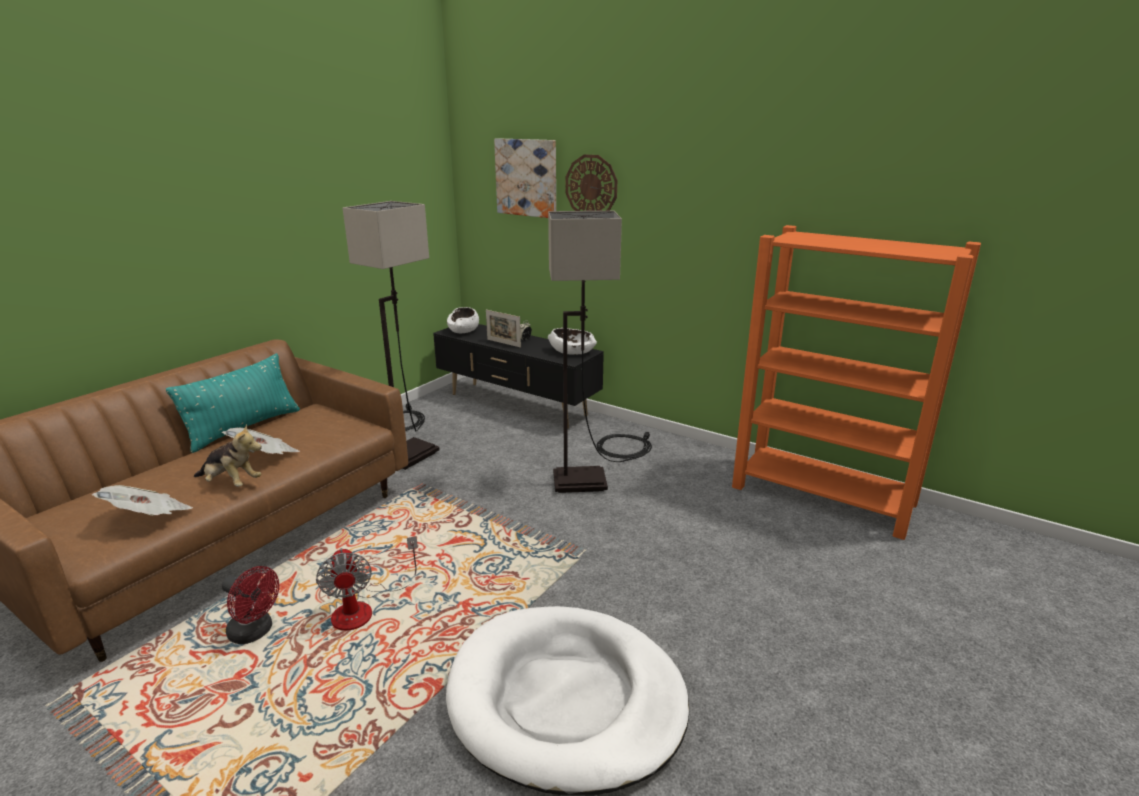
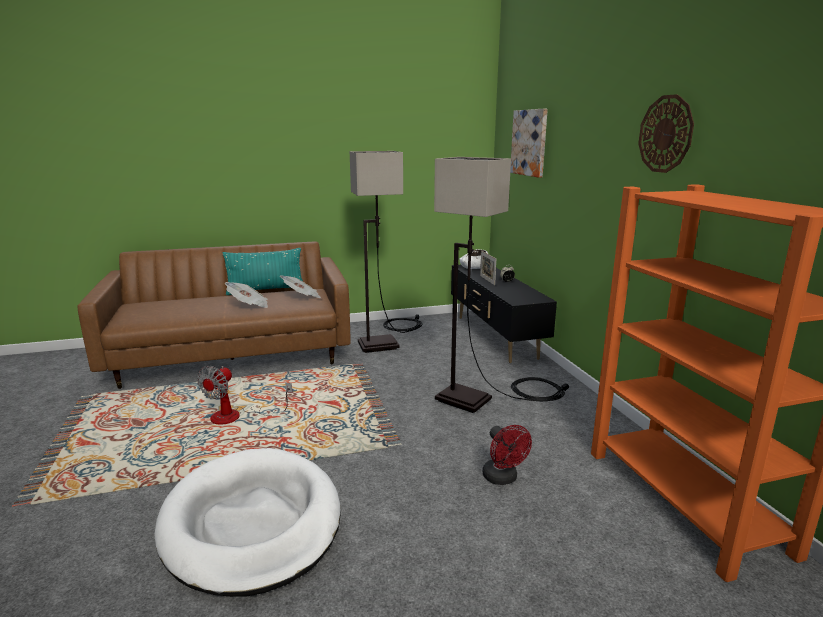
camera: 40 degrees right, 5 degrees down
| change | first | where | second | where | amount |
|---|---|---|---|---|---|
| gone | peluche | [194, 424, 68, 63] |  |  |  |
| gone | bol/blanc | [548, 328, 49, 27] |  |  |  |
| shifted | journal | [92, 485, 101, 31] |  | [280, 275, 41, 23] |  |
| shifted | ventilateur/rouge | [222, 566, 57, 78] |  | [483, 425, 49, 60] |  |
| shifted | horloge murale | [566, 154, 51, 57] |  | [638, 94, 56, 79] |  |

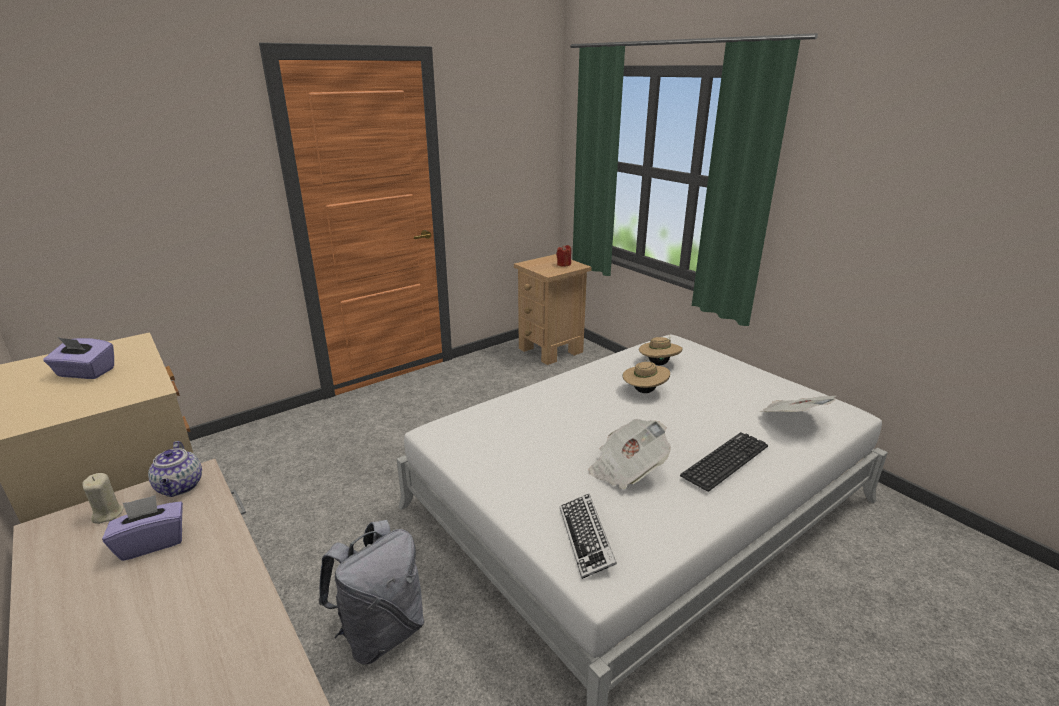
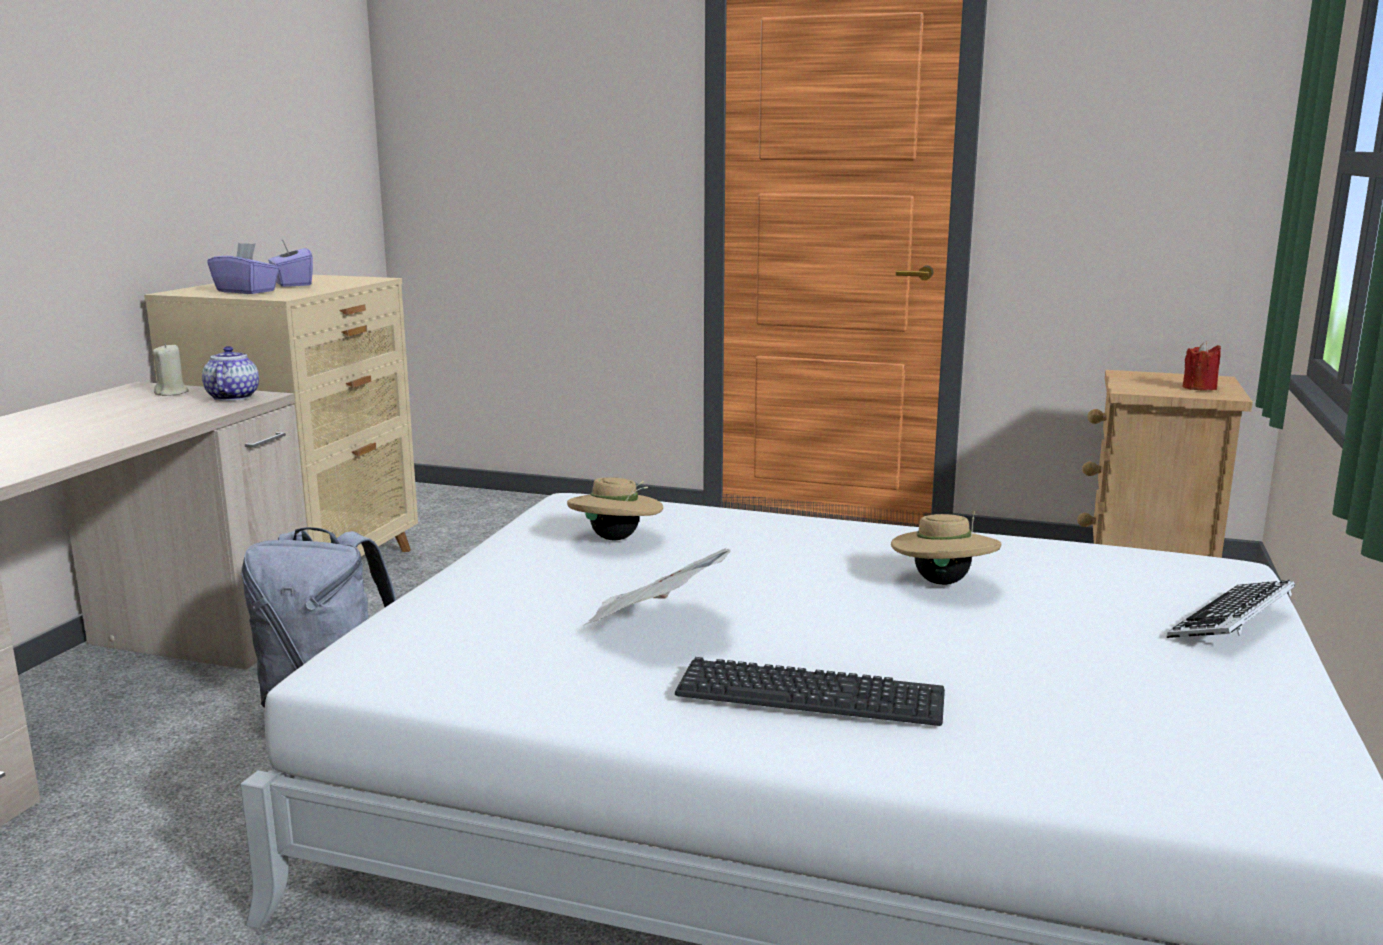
camera: 55 degrees right, 10 degrees down
| change | first | where | second | where | amount |
|---|---|---|---|---|---|
| gone | journal | [759, 396, 77, 16] |  |  |  |
| shifted | boîte à mouchoirs/violet | [102, 495, 81, 66] |  | [207, 243, 73, 51] |  |
| shifted | clavier | [560, 494, 57, 85] |  | [1167, 580, 128, 58] |  |
| shifted | chapeau/beige | [639, 335, 44, 30] |  | [567, 477, 96, 63] |  |
| rotated | théière | [148, 441, 54, 56] |  | [202, 346, 57, 55] | 135 degrees clockwise |

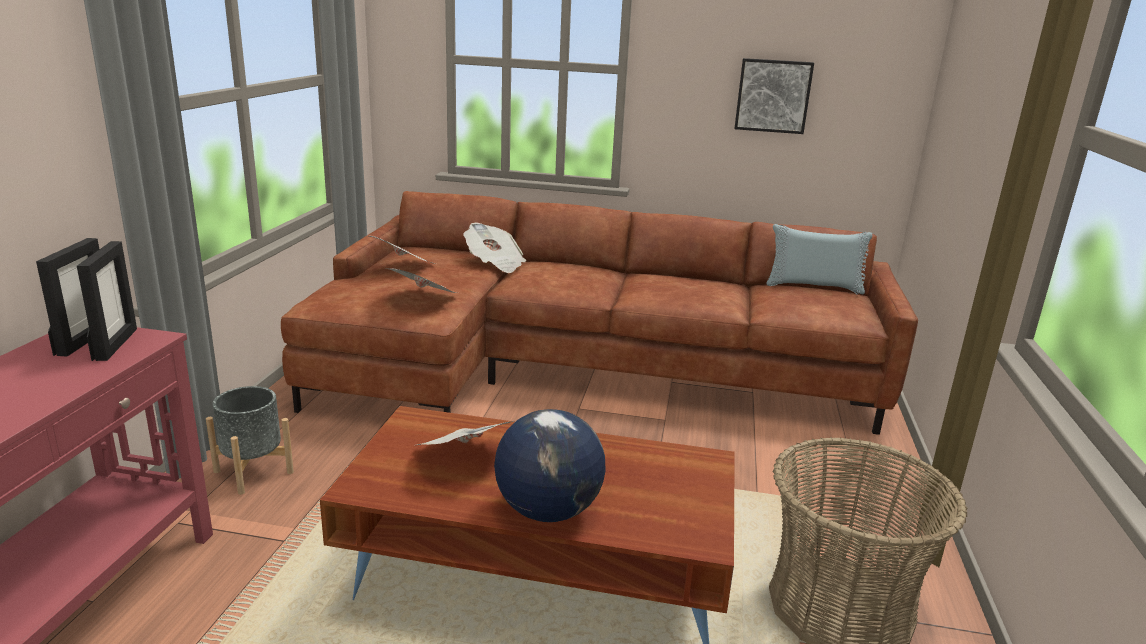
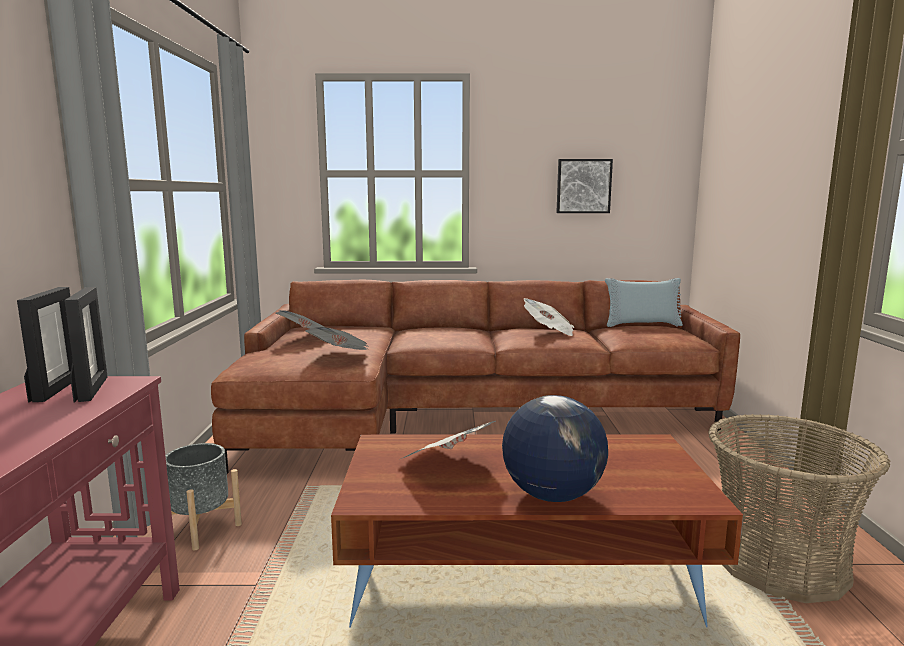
camera: 10 degrees left, 10 degrees down
| change | first | where | second | where | amount |
|---|---|---|---|---|---|
| shifted | journal | [463, 223, 63, 50] |  | [524, 298, 50, 38] |  |

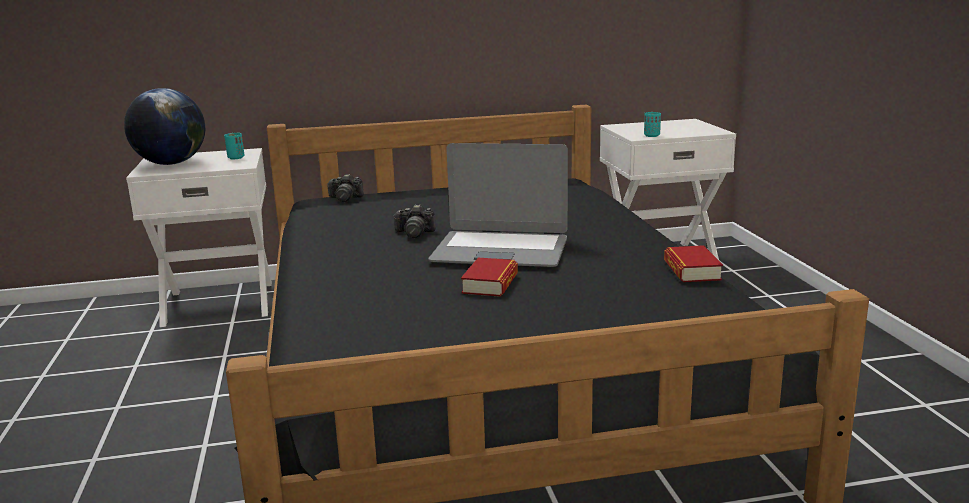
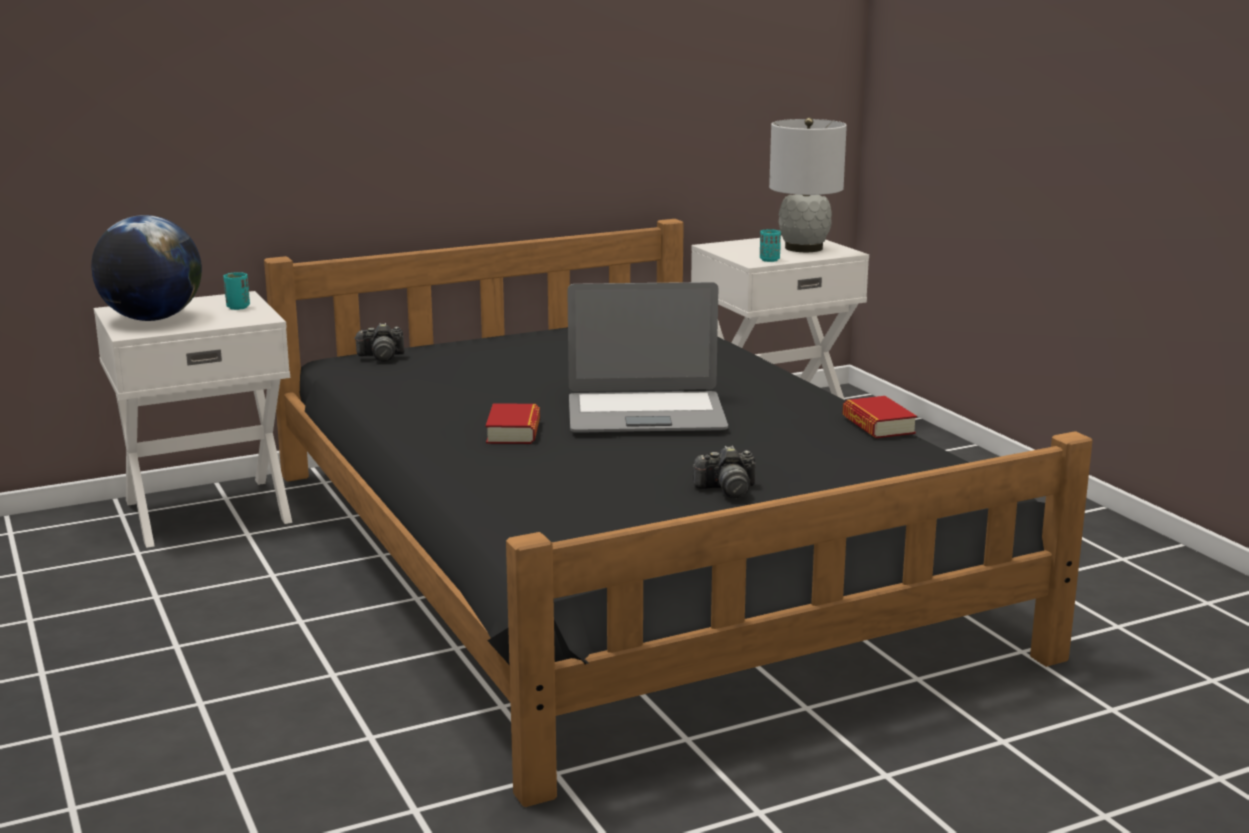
camera: 15 degrees left, 0 degrees up
| change | first | where | second | where | amount |
|---|---|---|---|---|---|
| new |  |  | lampe de table/blanc | [769, 117, 78, 135] |  |
| shifted | appareil photo | [393, 204, 43, 34] |  | [692, 446, 64, 52] |  |
| shifted | livre | [461, 258, 57, 39] |  | [486, 403, 54, 41] |  |

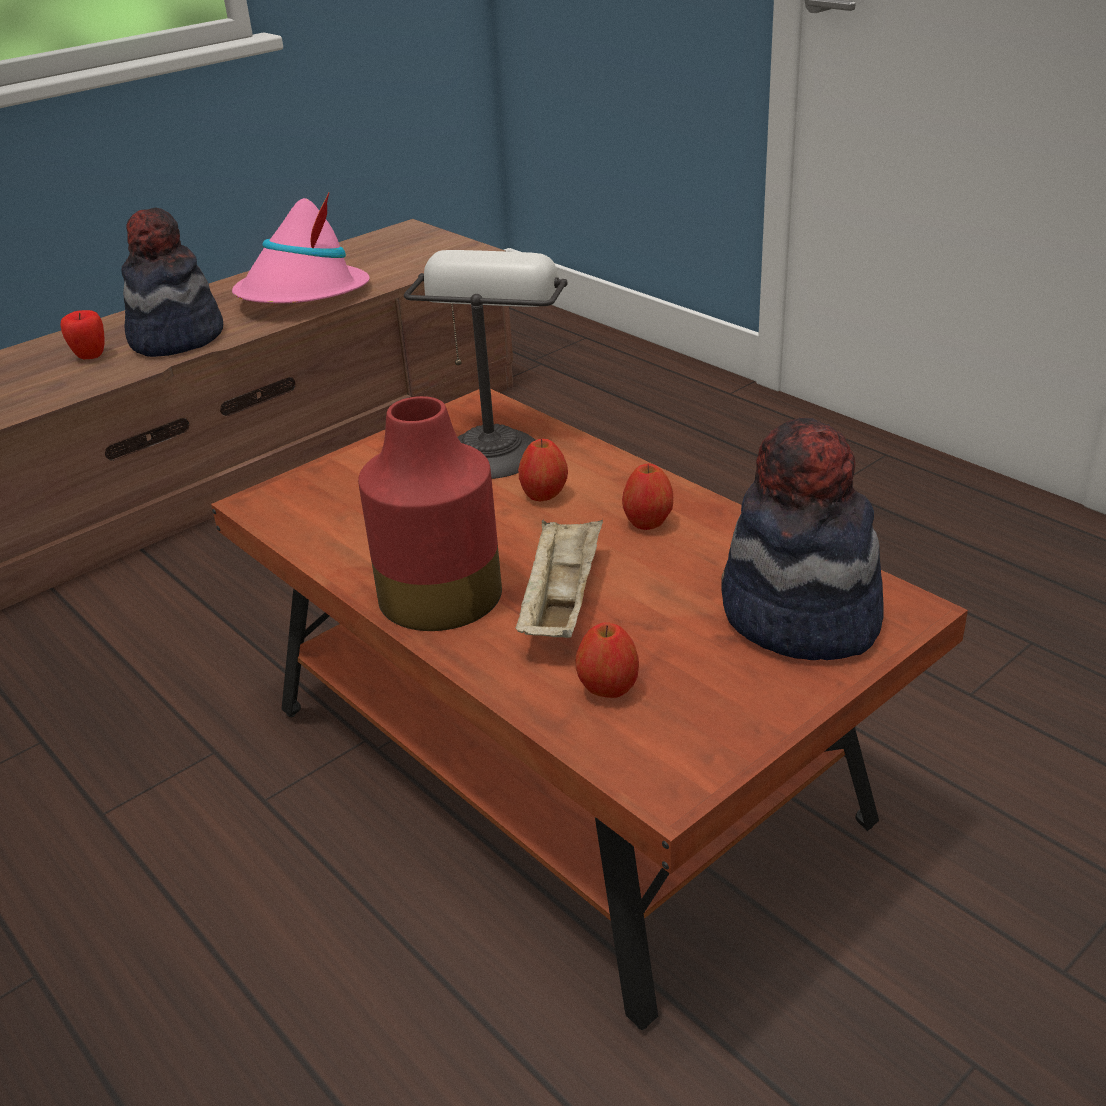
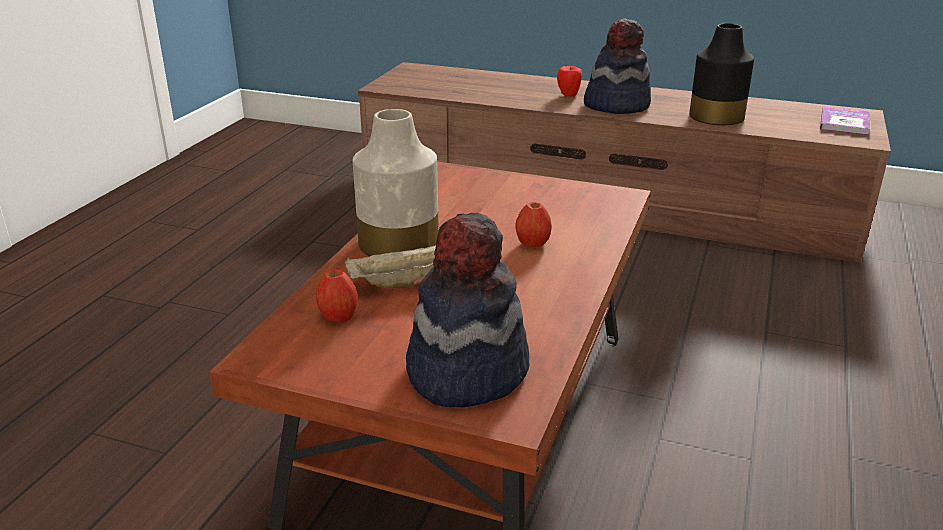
camera: 60 degrees right, 5 degrees down
| change | first | where | second | where | amount |
|---|---|---|---|---|---|
| gone | lampe de table | [404, 250, 164, 229] |  |  |  |
| gone | pomme | [622, 464, 51, 66] |  |  |  |
| new |  |  | livre | [820, 106, 50, 29] |  |
| swapped | chapeau/rose | [232, 192, 137, 111] | vase/noir | [689, 24, 65, 101] |  |
| repainted | vase/rouge | [358, 396, 144, 235] | vase/beige | [353, 109, 86, 148] |  |

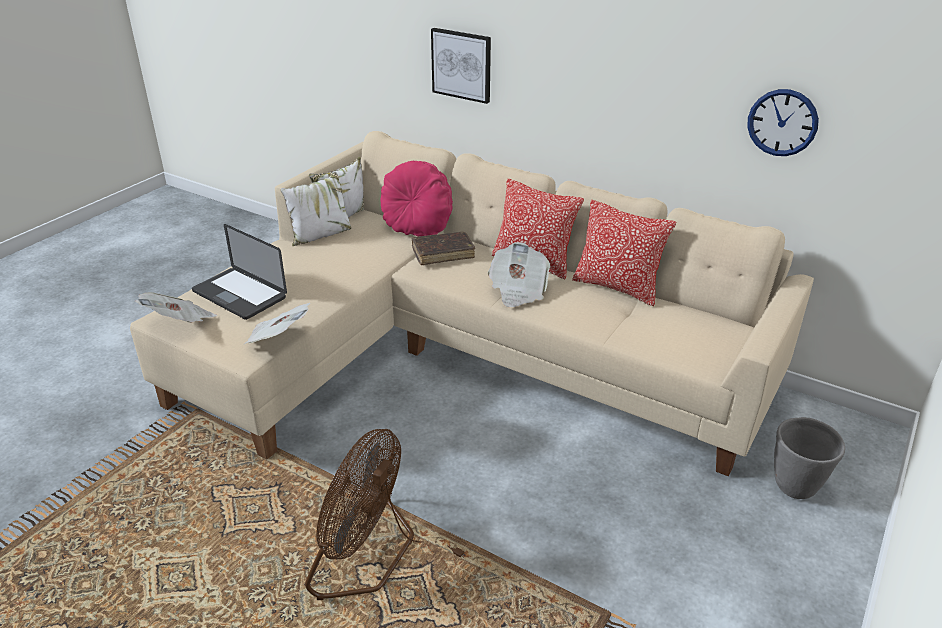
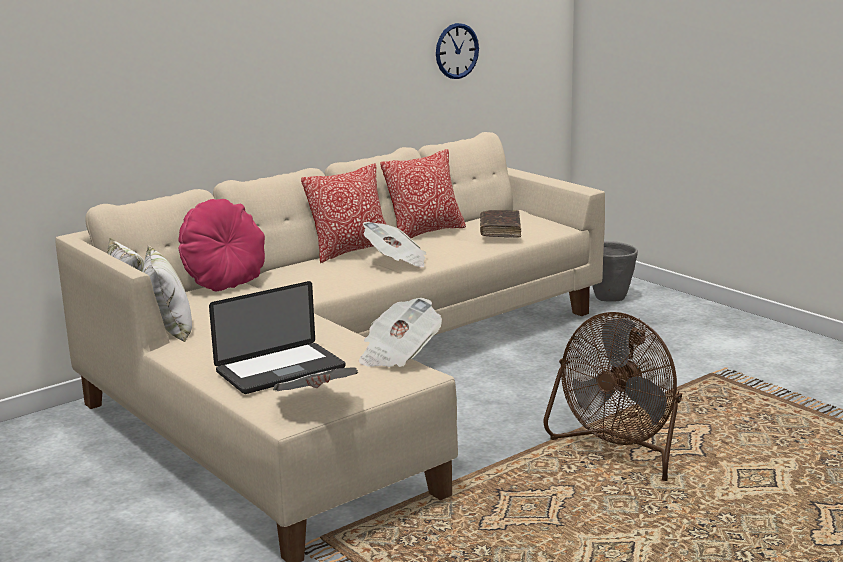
camera: 70 degrees left, 15 degrees down
| change | first | where | second | where | amount |
|---|---|---|---|---|---|
| gone | tableau | [431, 28, 60, 76] |  |  |  |
| shifted | livre/marron | [411, 232, 64, 33] |  | [480, 210, 41, 27] |  |

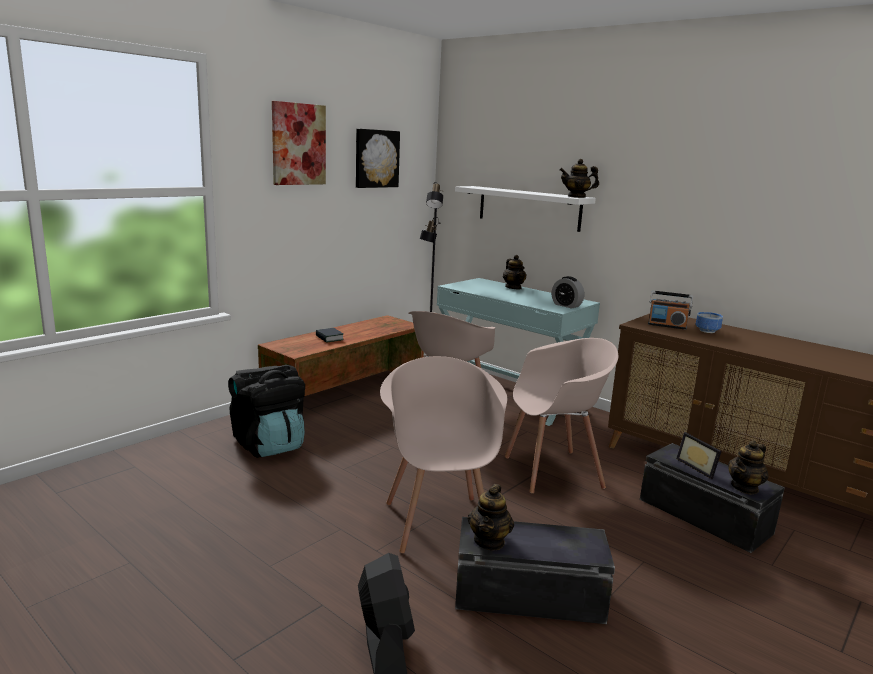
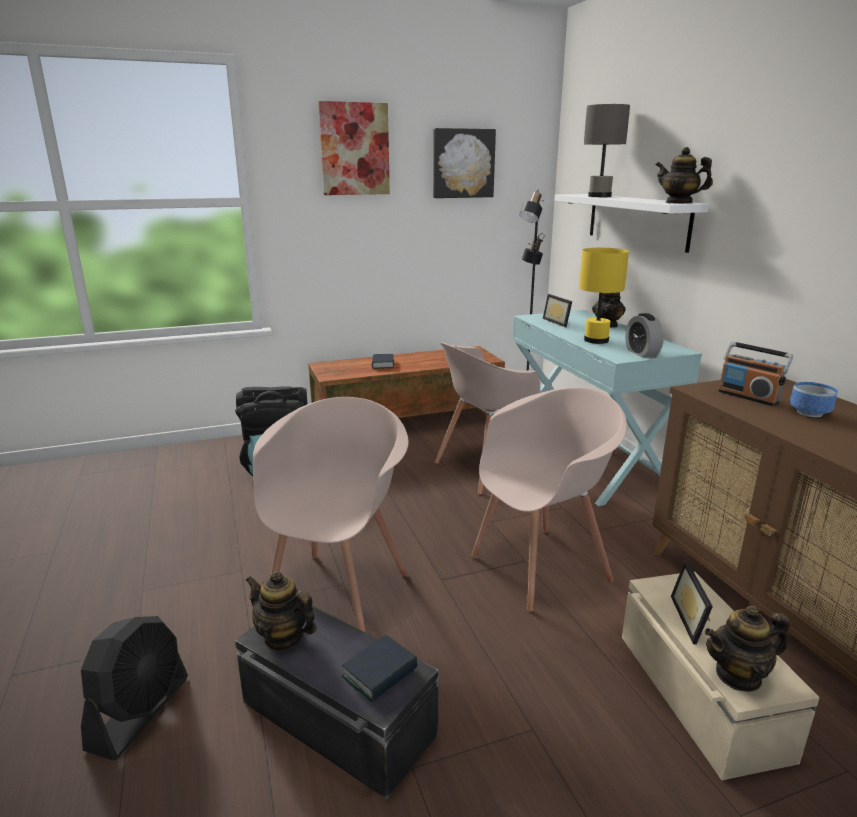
camera: 30 degrees right, 5 degrees up
| change | first | where | second | where | amount |
|---|---|---|---|---|---|
| new |  |  | livre | [342, 635, 76, 67] |  |
| new |  |  | cadre photo | [543, 294, 29, 33] |  |
| new |  |  | lampe de table/jaune | [579, 248, 50, 96] |  |
| new |  |  | lampe de table/gris | [584, 104, 46, 93] |  |
| repainted | boîte de rangement/noir | [640, 443, 145, 110] | boîte de rangement/beige | [622, 571, 198, 209] |  |
| rotated | théière | [468, 484, 46, 67] |  | [245, 571, 72, 80] | 75 degrees clockwise |
| rotated | chaise/beige | [505, 338, 113, 155] |  | [471, 387, 156, 224] | 45 degrees counterclockwise |

